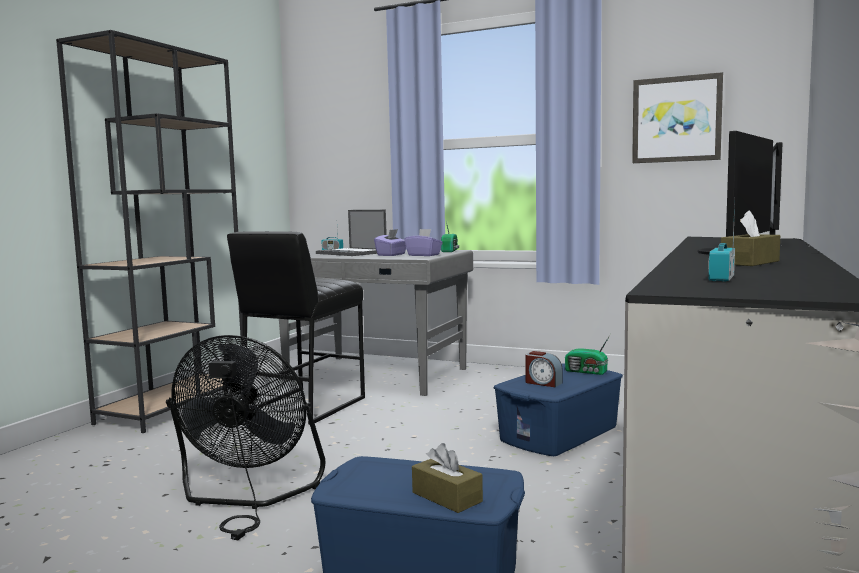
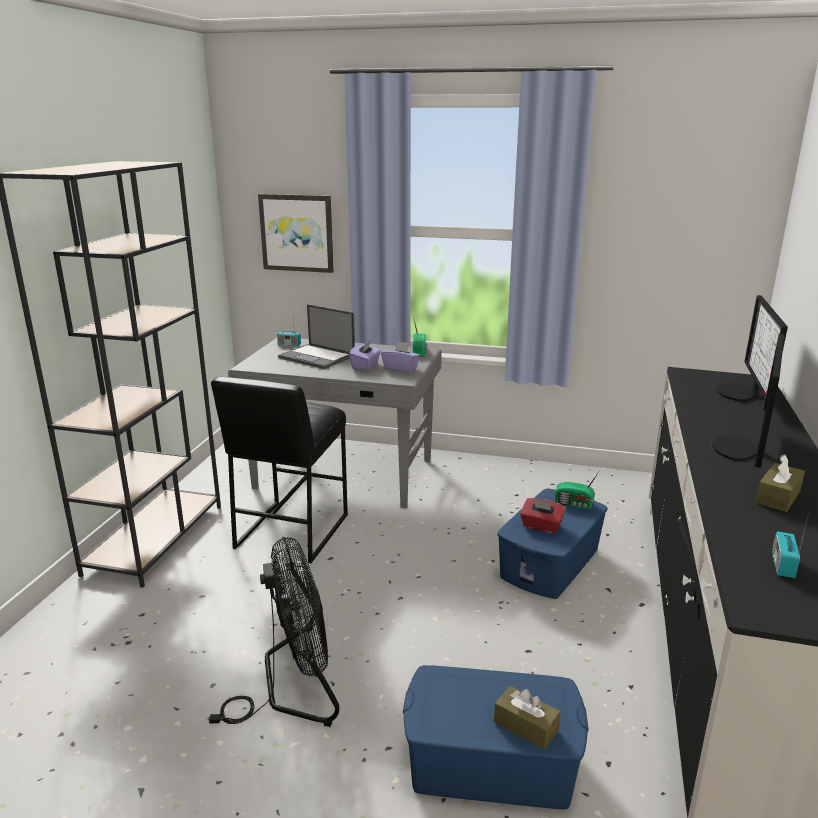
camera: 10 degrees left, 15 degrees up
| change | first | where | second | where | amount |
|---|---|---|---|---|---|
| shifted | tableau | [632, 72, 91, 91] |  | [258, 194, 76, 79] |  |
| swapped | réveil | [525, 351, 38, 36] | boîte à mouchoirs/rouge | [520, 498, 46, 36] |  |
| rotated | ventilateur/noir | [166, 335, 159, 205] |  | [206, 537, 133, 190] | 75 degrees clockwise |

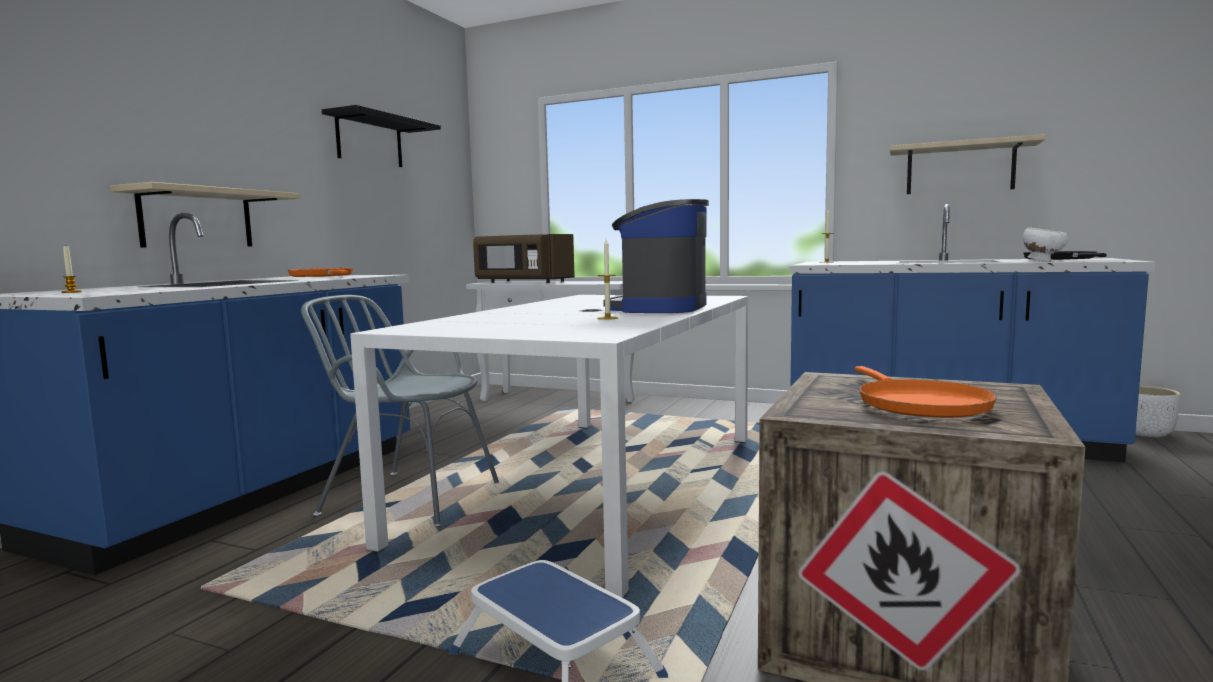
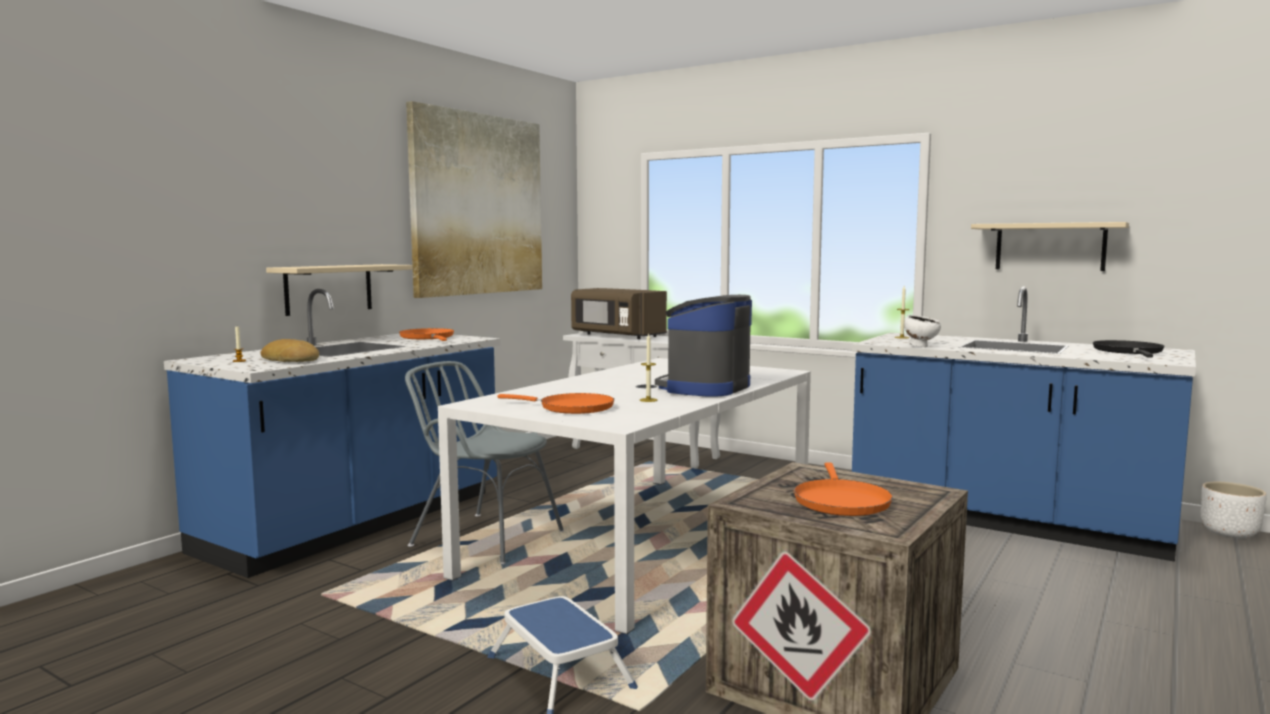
camera: 10 degrees right, 0 degrees up
| change | first | where | second | where | amount |
|---|---|---|---|---|---|
| new |  |  | pain | [261, 339, 58, 23] |  |
| new |  |  | poêle/orange | [497, 393, 117, 21] |  |
| shifted | bol/blanc | [1023, 227, 46, 35] |  | [904, 315, 37, 32] |  |
| swapped | étagère/noir | [322, 105, 119, 62] | tableau | [406, 101, 136, 197] |  |

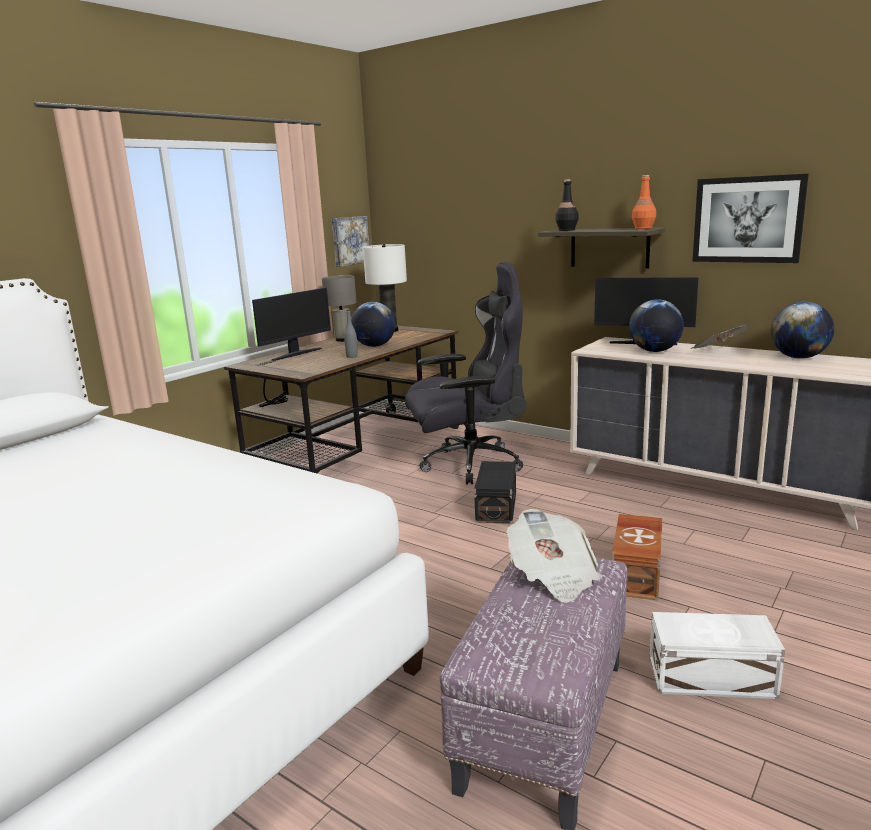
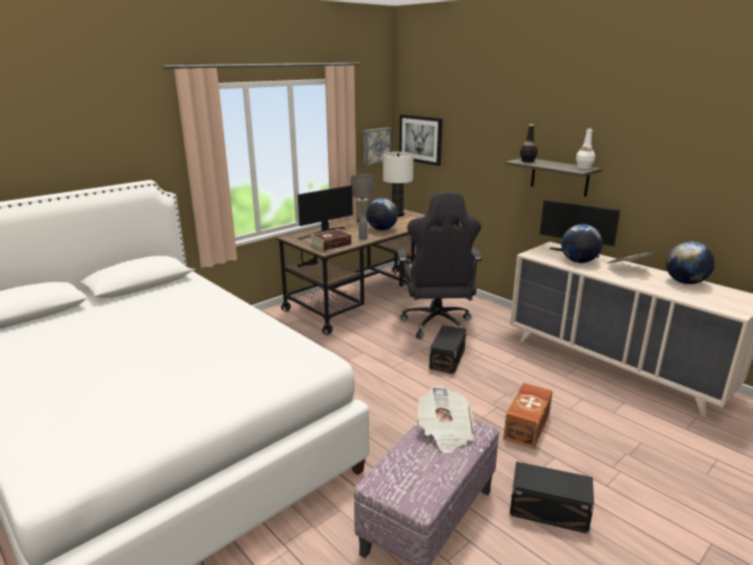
camera: 10 degrees right, 5 degrees up
| change | first | where | second | where | amount |
|---|---|---|---|---|---|
| new |  |  | livre | [310, 229, 42, 22] |  |
| shifted | tableau | [693, 174, 116, 89] |  | [399, 114, 44, 52] |  |
| repainted | bouteille/orange | [632, 175, 24, 54] | bouteille/blanc | [576, 128, 19, 41] |  |
| repainted | boîte de rangement/blanc | [650, 612, 135, 87] | boîte de rangement/noir | [509, 461, 85, 73] |  |
| rotated | chaise de bureau/noir | [405, 262, 122, 222] |  | [397, 192, 85, 147] | 90 degrees clockwise |

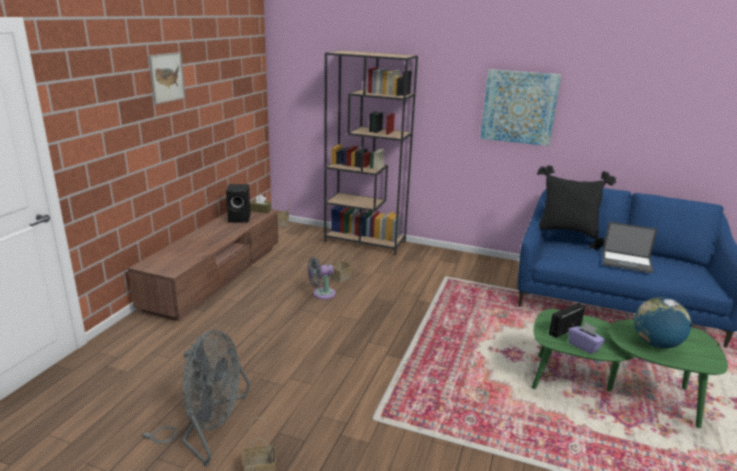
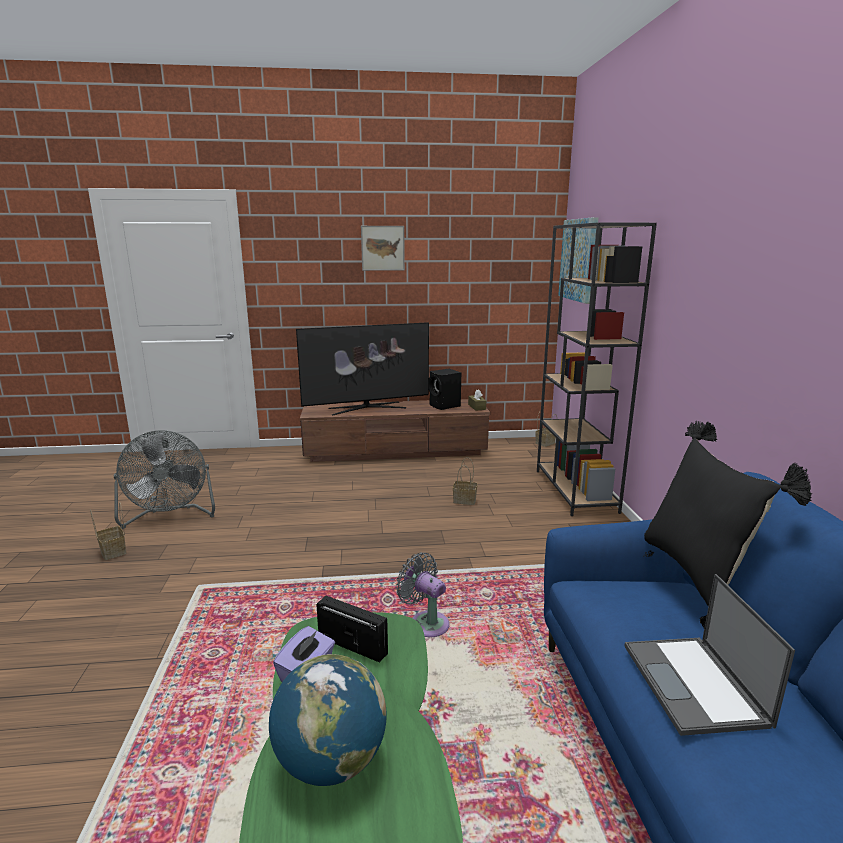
camera: 65 degrees right, 5 degrees down
| change | first | where | second | where | amount |
|---|---|---|---|---|---|
| new |  |  | téléviseur | [296, 322, 133, 93] |  |
| shifted | ventilateur/gris | [308, 256, 28, 44] |  | [396, 552, 53, 85] |  |
| shifted | tableau | [480, 69, 81, 77] |  | [558, 217, 40, 87] |  |

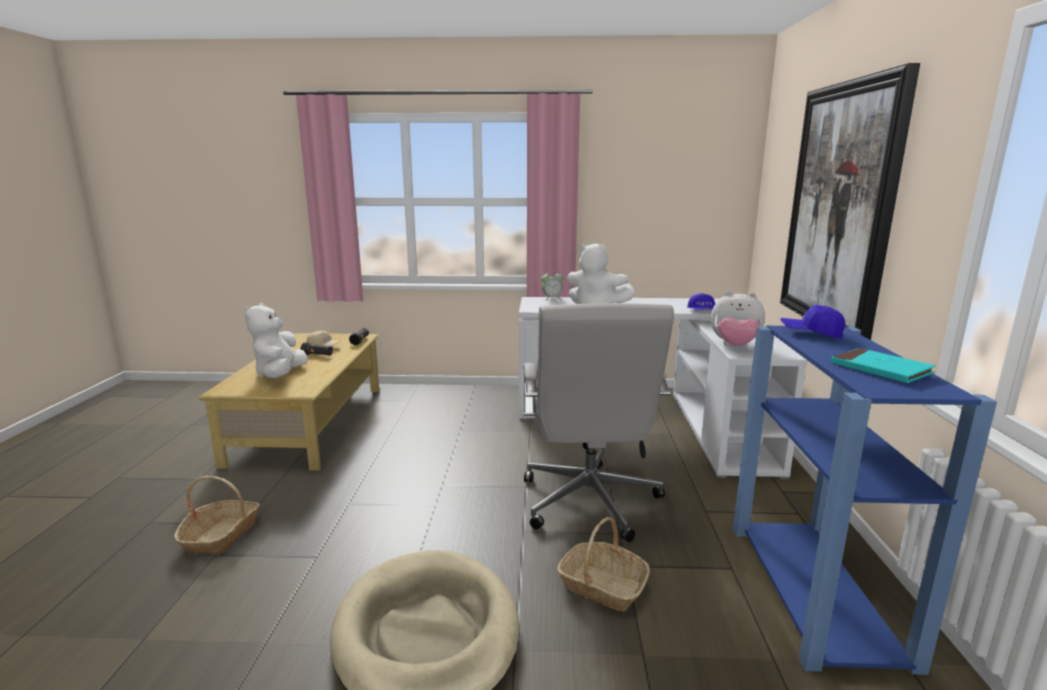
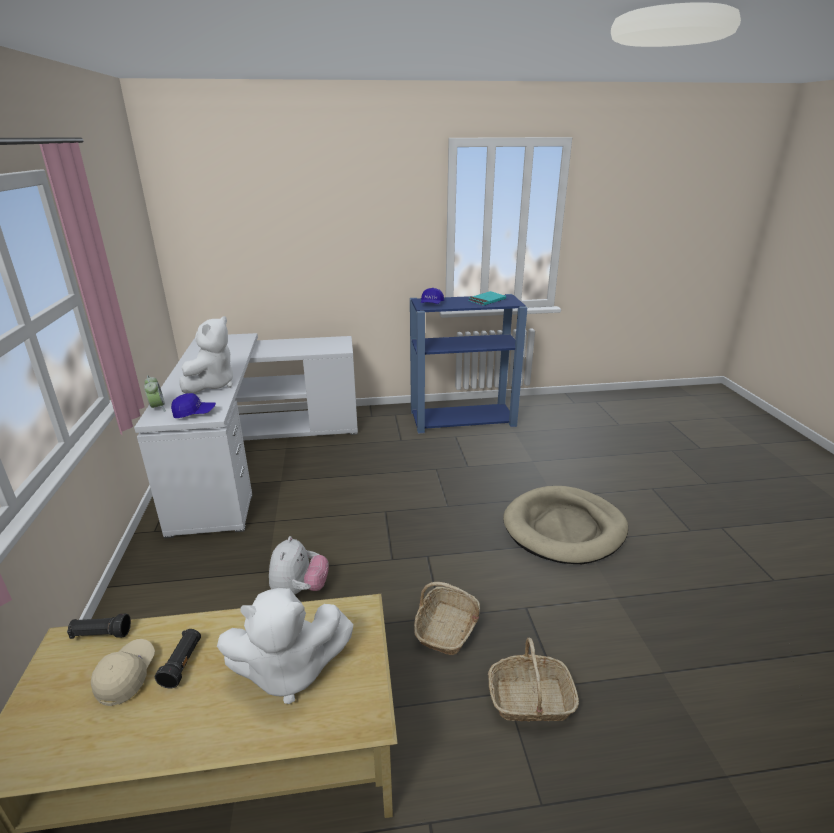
camera: 100 degrees left, 10 degrees up
| change | first | where | second | where | amount |
|---|---|---|---|---|---|
| gone | chaise de bureau/gris | [523, 303, 151, 239] |  |  |  |
| gone | tableau | [780, 63, 140, 277] |  |  |  |
| shifted | panier | [557, 517, 93, 94] |  | [414, 582, 66, 73] |  |
| shifted | casquette/bleu | [687, 293, 28, 18] |  | [171, 393, 45, 25] |  |
| shifted | peluche | [711, 291, 54, 55] |  | [269, 536, 60, 59] |  |

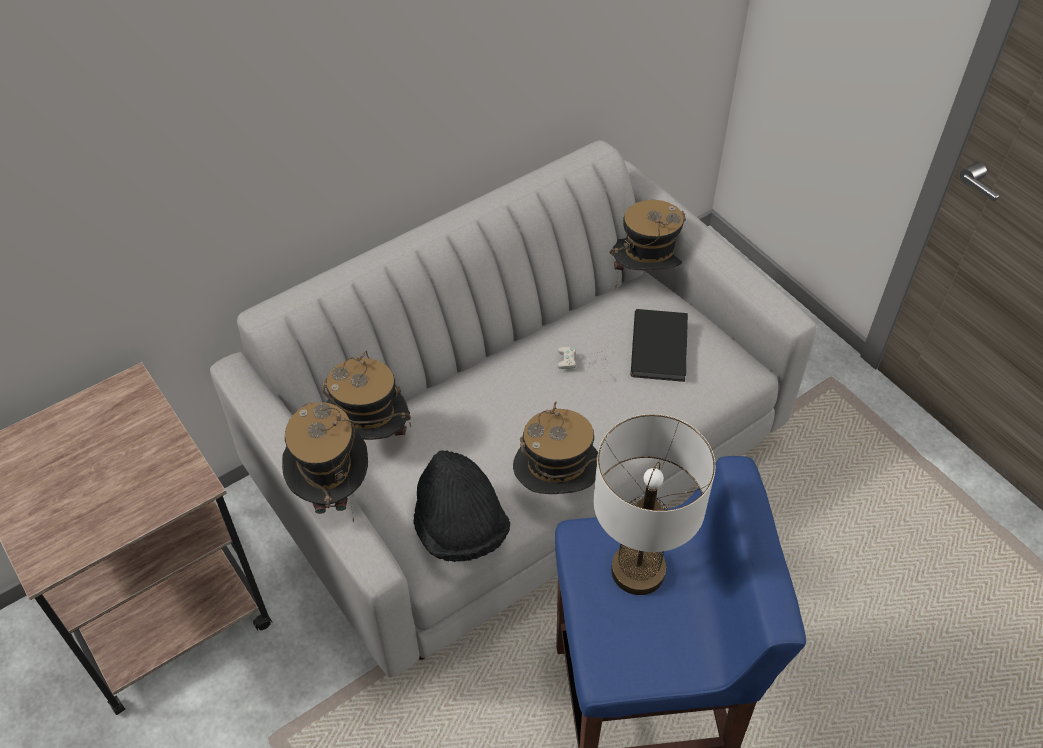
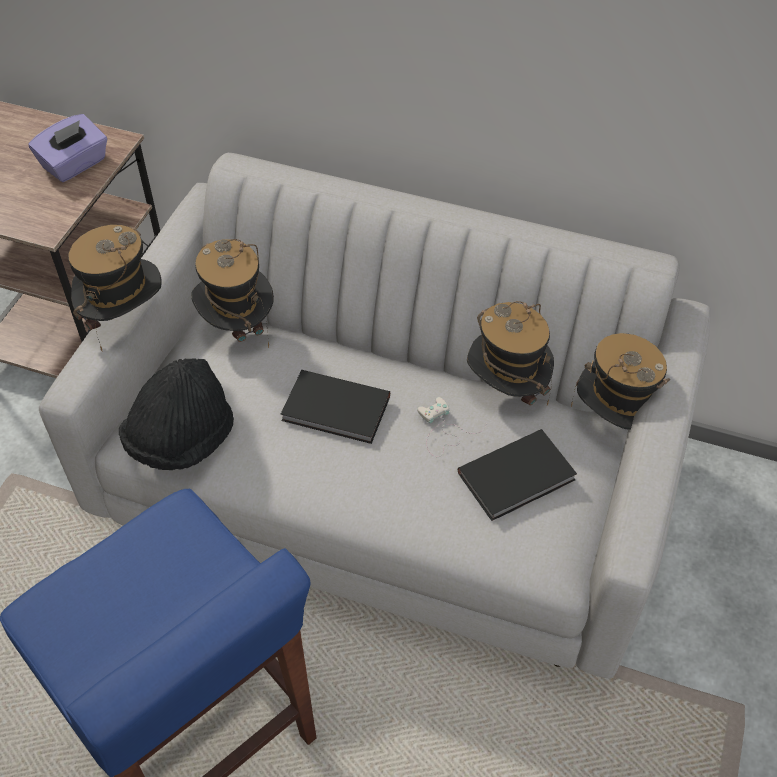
camera: 55 degrees right, 0 degrees up
| change | first | where | second | where | amount |
|---|---|---|---|---|---|
| gone | lampe de table | [594, 414, 121, 181] |  |  |  |
| new |  |  | boîte à mouchoirs/violet | [28, 114, 80, 68] |  |
| new |  |  | livre/noir | [281, 370, 109, 74] |  |
| shifted | chapeau | [513, 402, 85, 92] |  | [467, 301, 87, 105] |  |

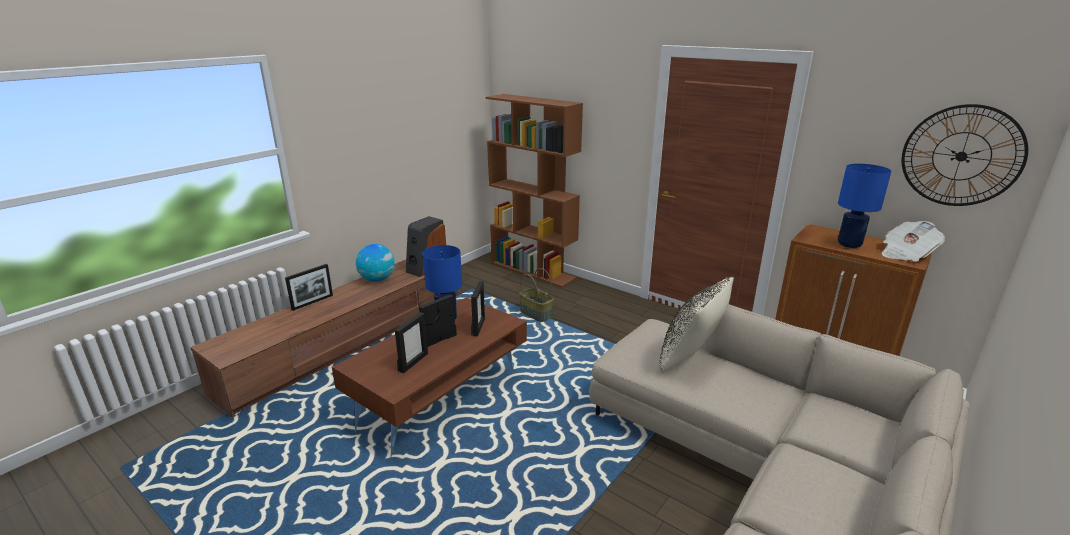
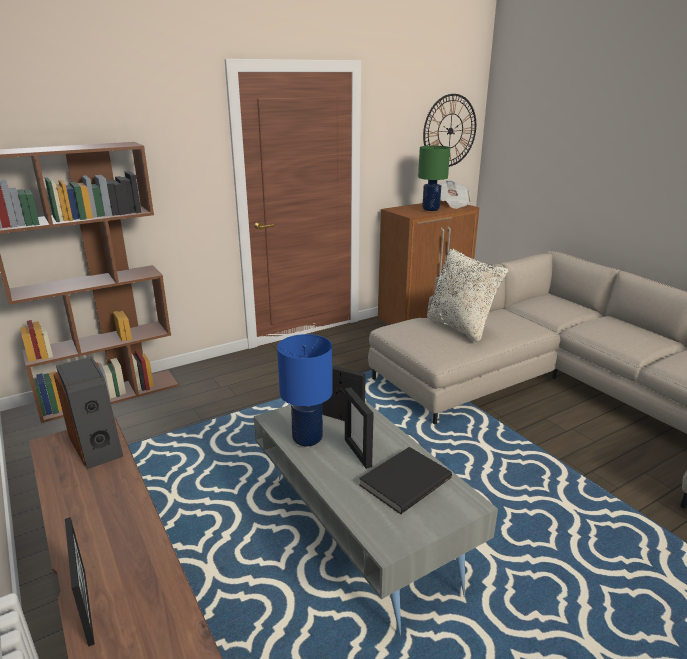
camera: 70 degrees left, 0 degrees up
| change | first | where | second | where | amount |
|---|---|---|---|---|---|
| gone | globe | [356, 244, 39, 38] |  |  |  |
| gone | panier | [519, 268, 35, 54] |  |  |  |
| swapped | cadre photo | [395, 312, 33, 61] | livre/noir | [359, 447, 93, 67] |  |
| repainted | table basse/marron | [332, 297, 195, 160] | table basse/gris | [254, 401, 244, 235] |  |
| repainted | lampe de table/bleu | [838, 164, 53, 84] | lampe de table/vert | [418, 146, 32, 65] |  |

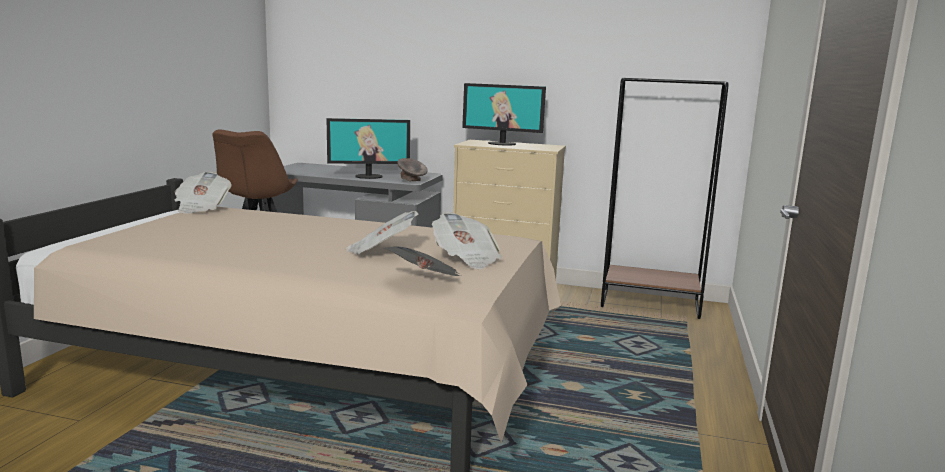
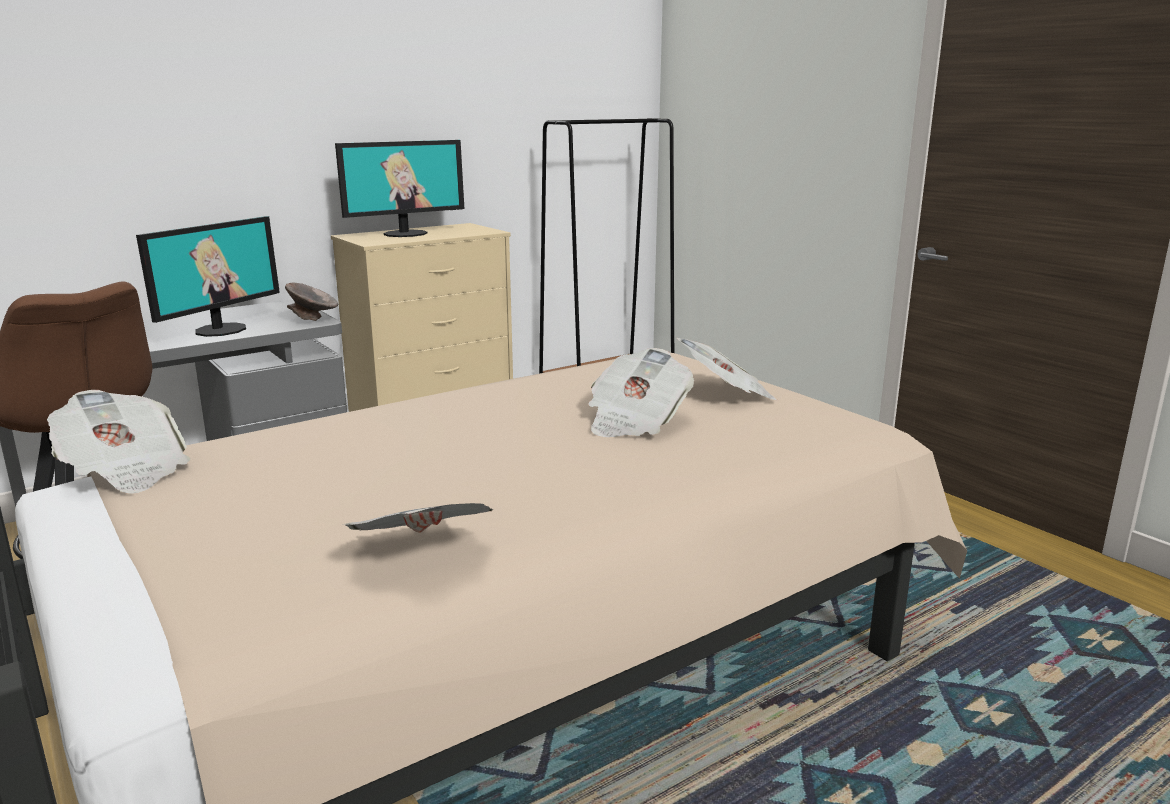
camera: 50 degrees left, 5 degrees up
| change | first | where | second | where | amount |
|---|---|---|---|---|---|
| shifted | journal | [384, 246, 77, 30] |  | [341, 503, 152, 30] |  |

